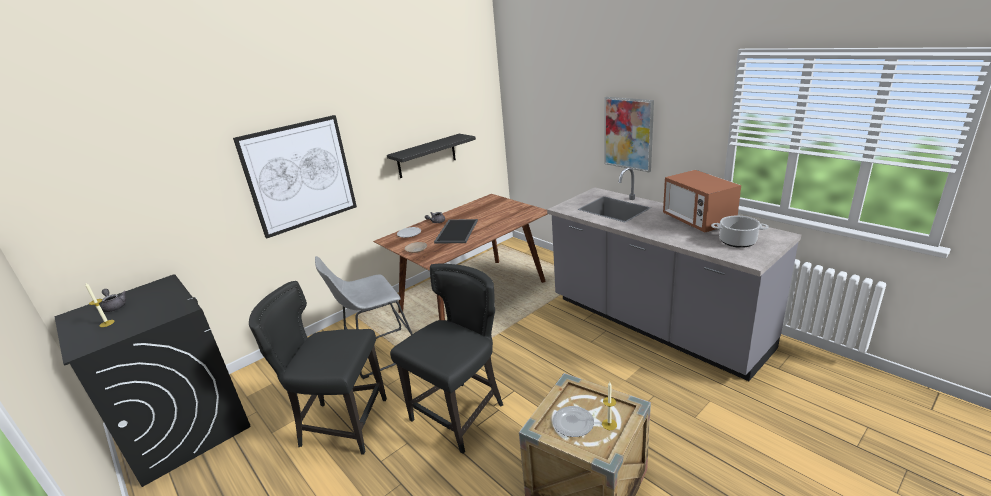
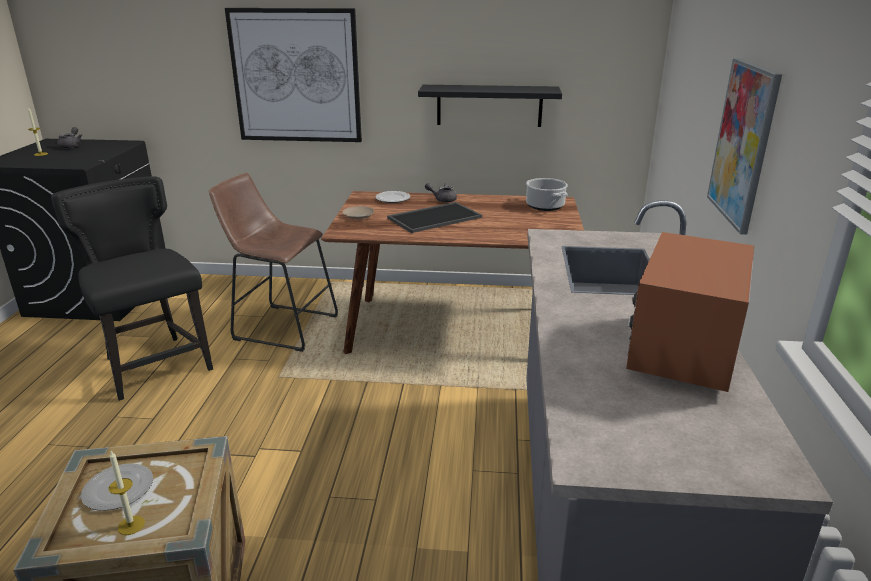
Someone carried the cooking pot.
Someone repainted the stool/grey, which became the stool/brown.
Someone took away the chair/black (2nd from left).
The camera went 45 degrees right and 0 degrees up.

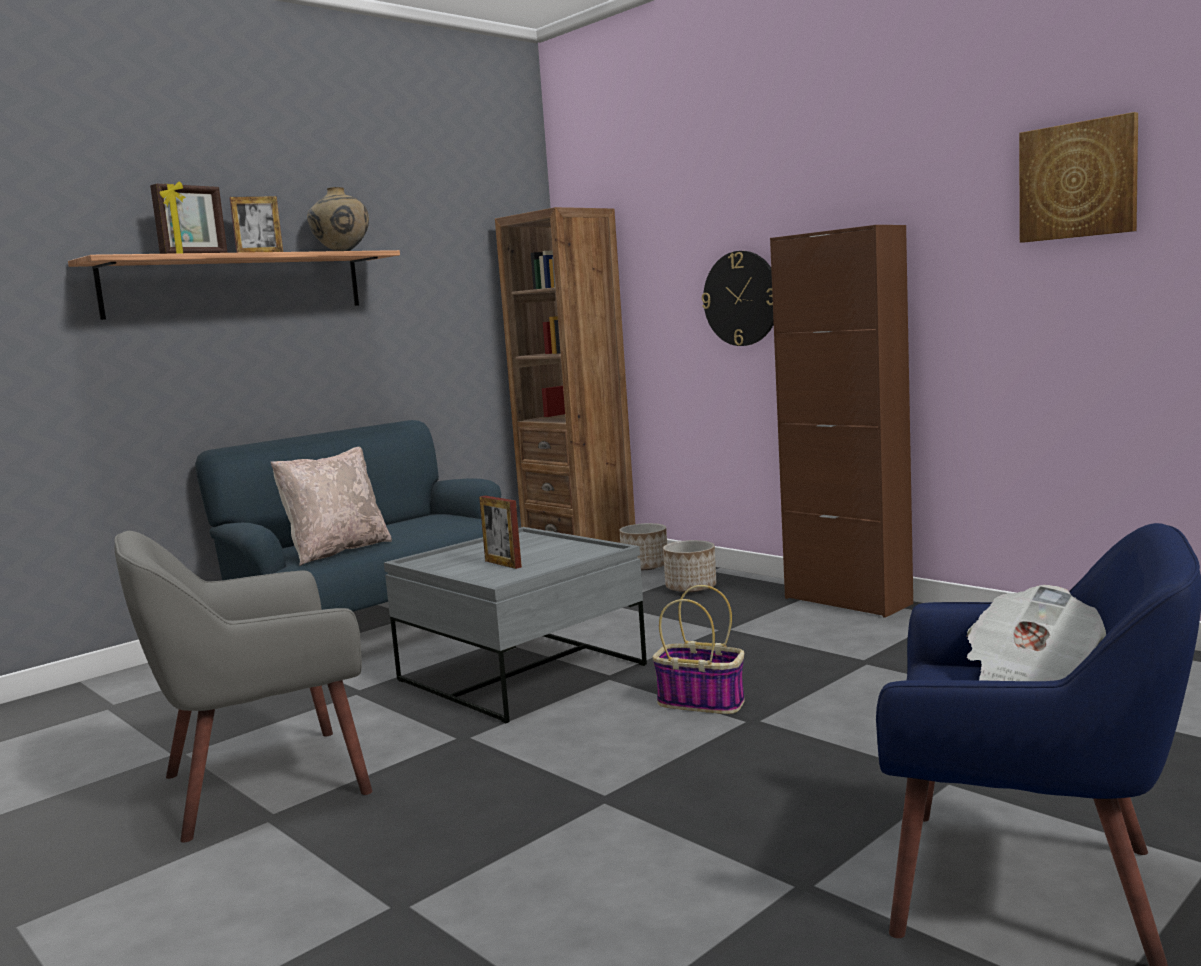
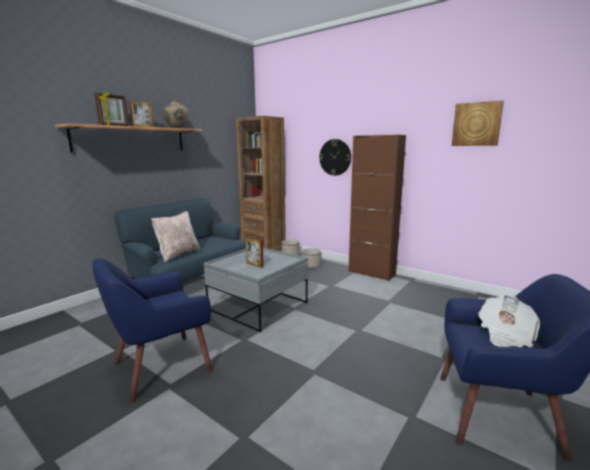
Someone repainted the armchair/grey, which became the armchair/blue (1st from left).
Someone took away the basket.
The camera went 10 degrees left and 5 degrees up.

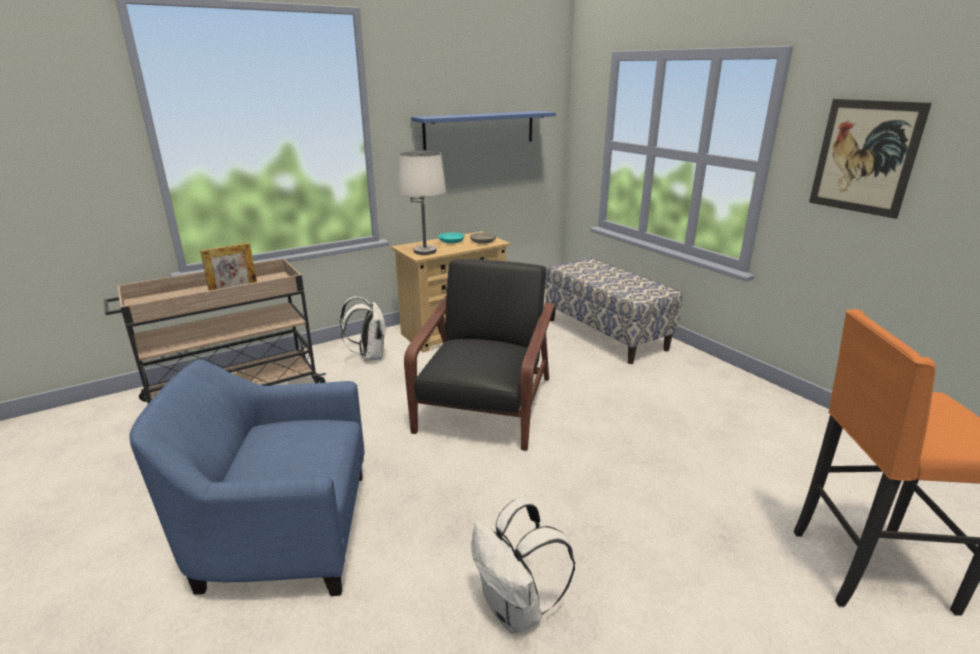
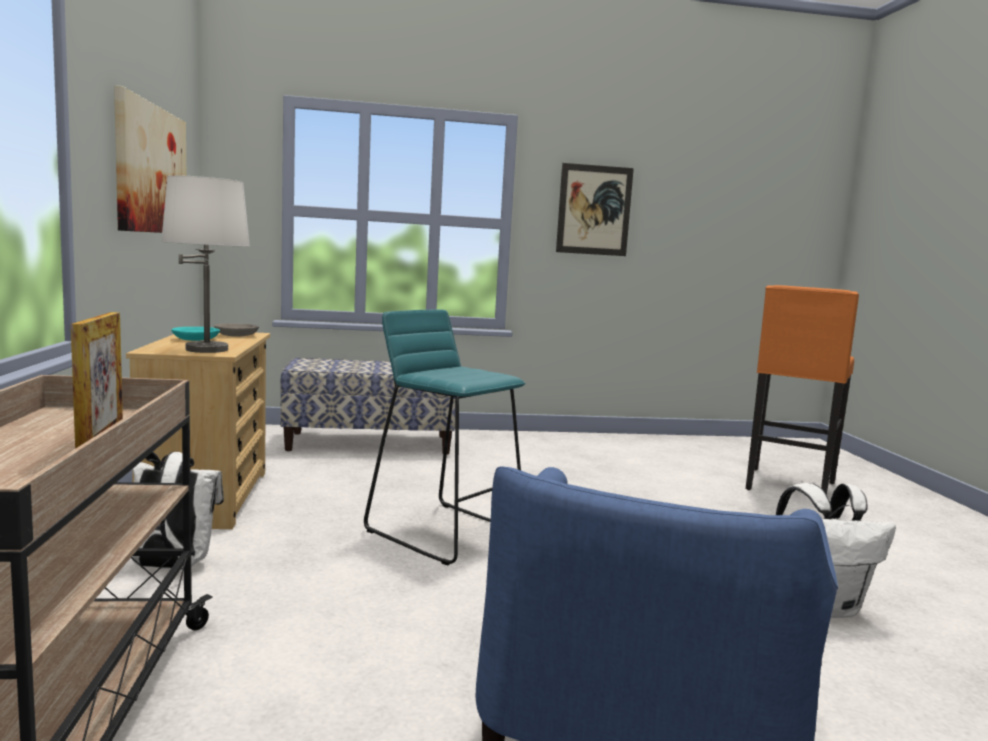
Someone swapped the shelf/blue for the picture (1st from left).
Someone swapped the armchair/black for the stool/turquoise.
The camera went 65 degrees left and 15 degrees down.

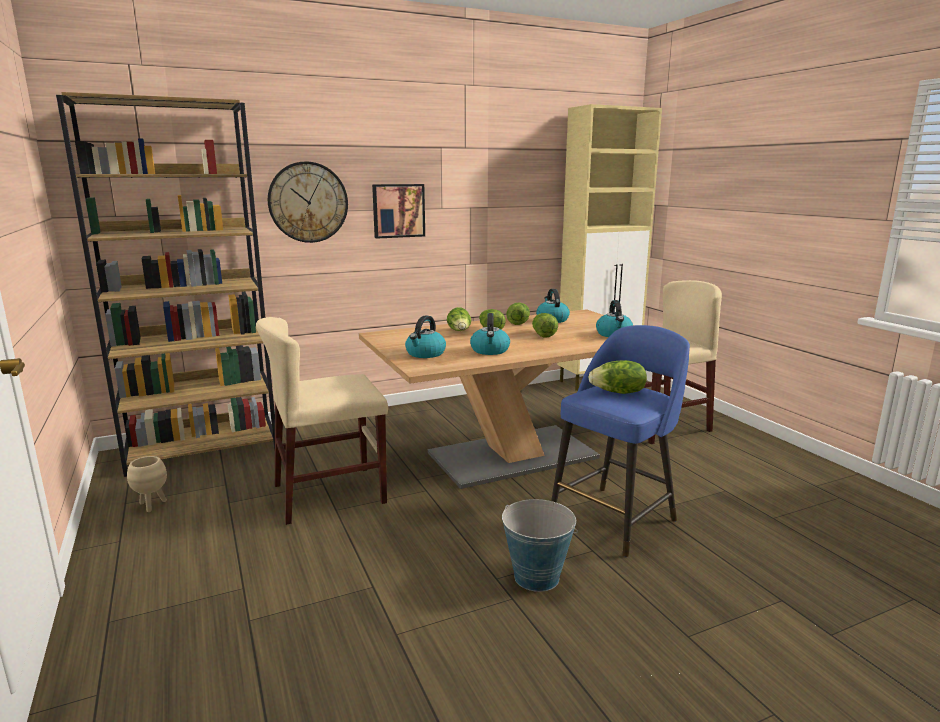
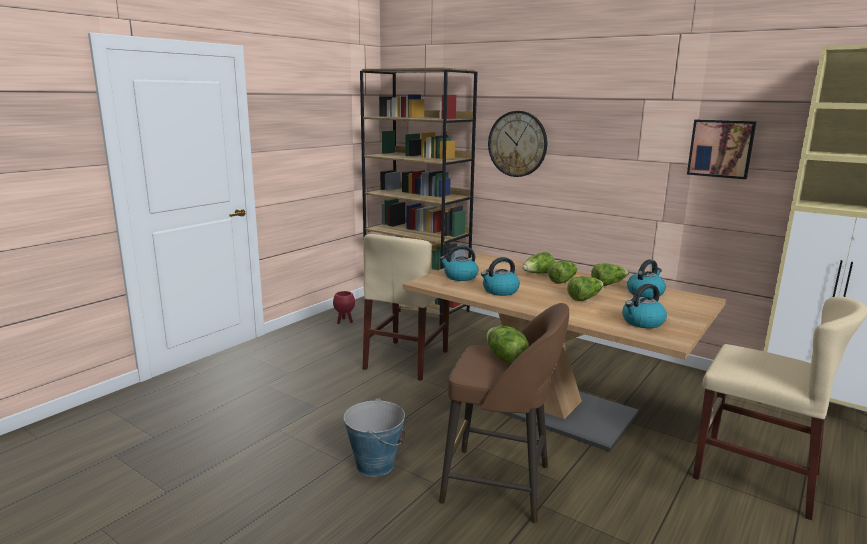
Someone carried the picture.
Someone rotated the chair/beige (1st from left) by 105 degrees counterclockwise.
Someone repainted the stool/blue, which became the stool/brown.
Someone repainted the planter/beige, which became the planter/red.
The camera went 60 degrees right and 0 degrees up.

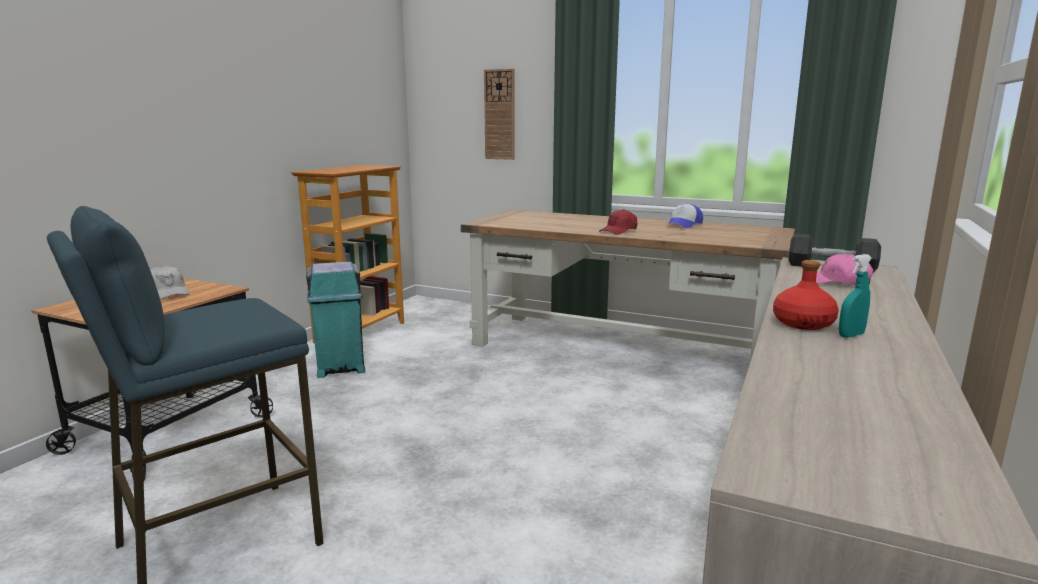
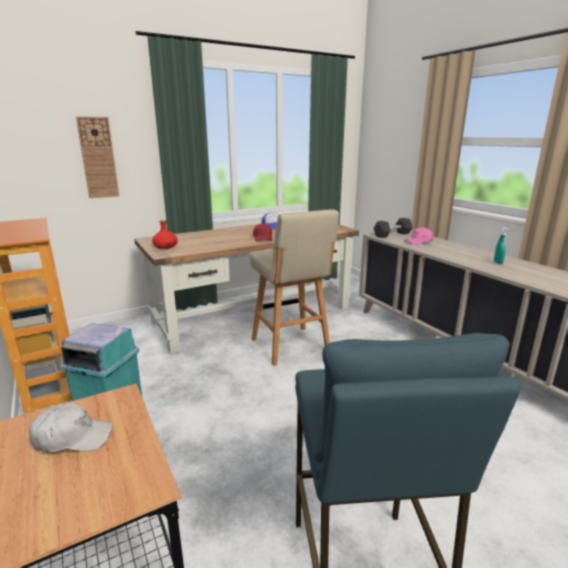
Someone carried the bottle/red.
Someone put down the stool/beige.
The camera went 55 degrees left and 5 degrees up.

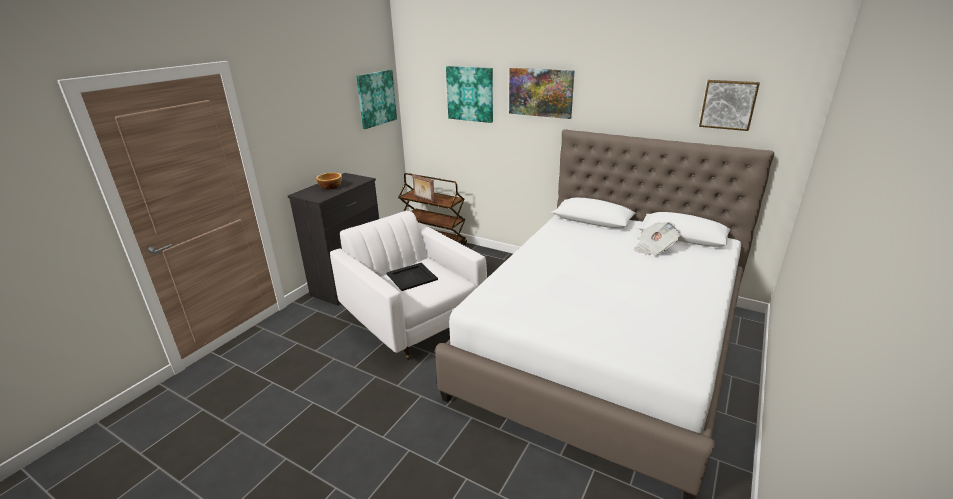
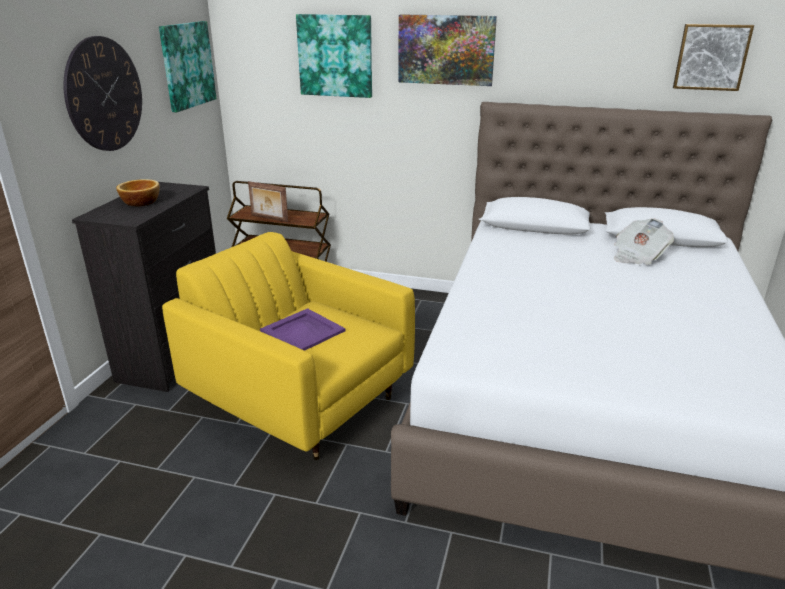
Someone repainted the armchair/white, which became the armchair/yellow.
Someone repainted the tray/black, which became the tray/purple.
Someone put up the wall clock.
The camera went 15 degrees left and 0 degrees up.

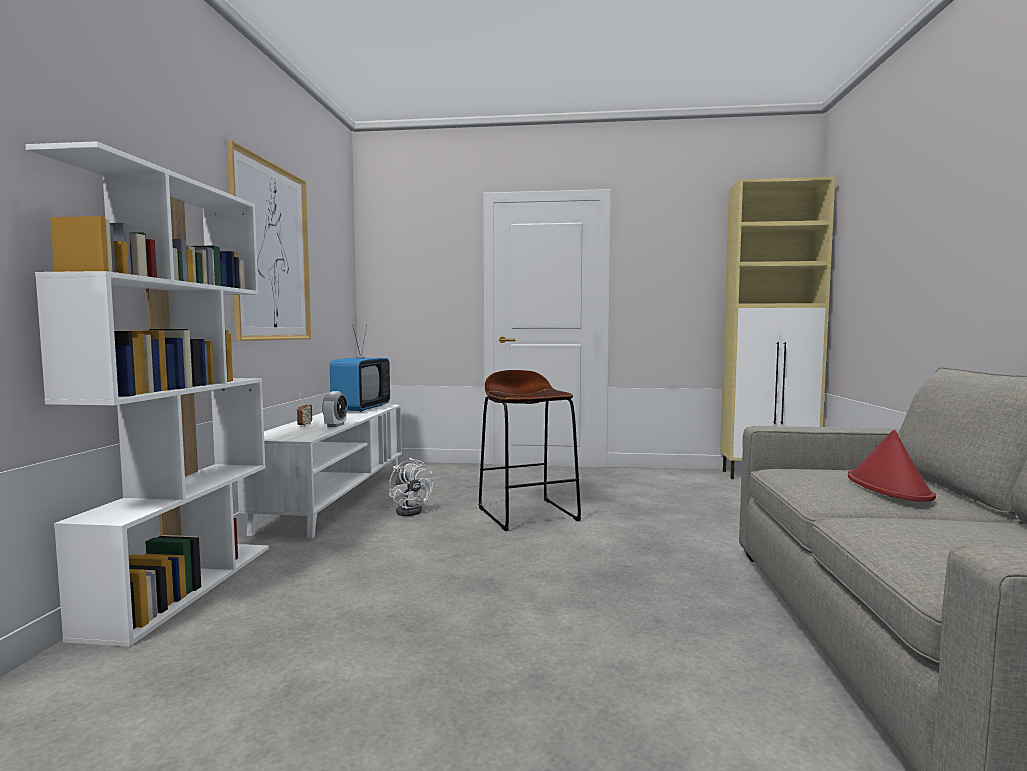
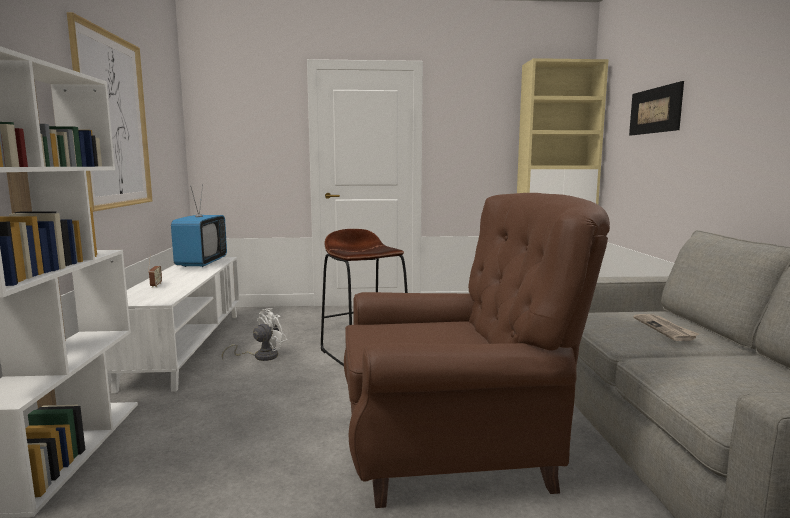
Someone took away the alarm clock.
Someone swapped the hat/red for the newspaper.
Someone rotated the fan/white by 90 degrees counterclockwise.
Someone put up the picture (2nd from left).
Someone put down the armchair/brown.
The camera went 10 degrees left and 5 degrees up.

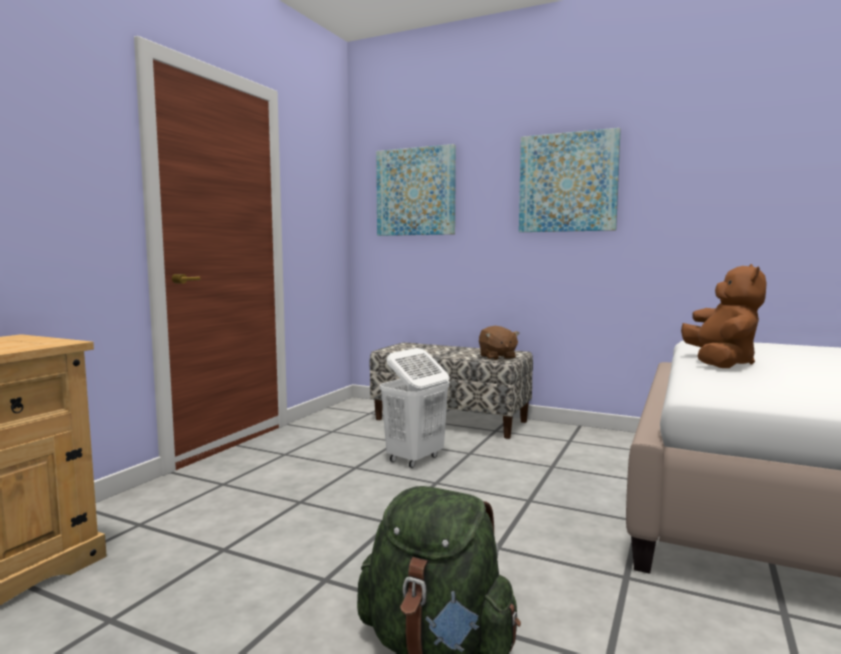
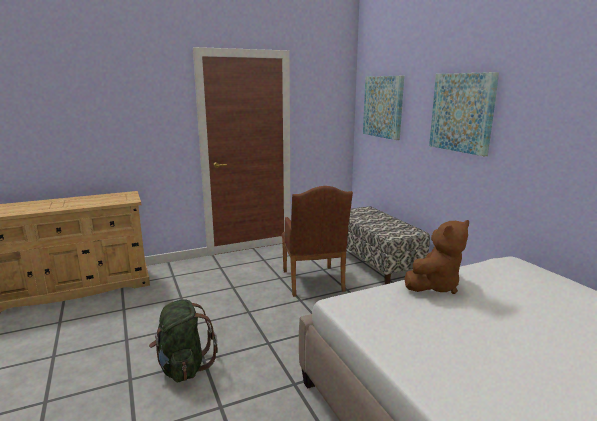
Someone took away the plush toy/brown (1st from left).
Someone swapped the laundry basket/white for the armchair/brown.
The camera went 40 degrees right and 10 degrees up.

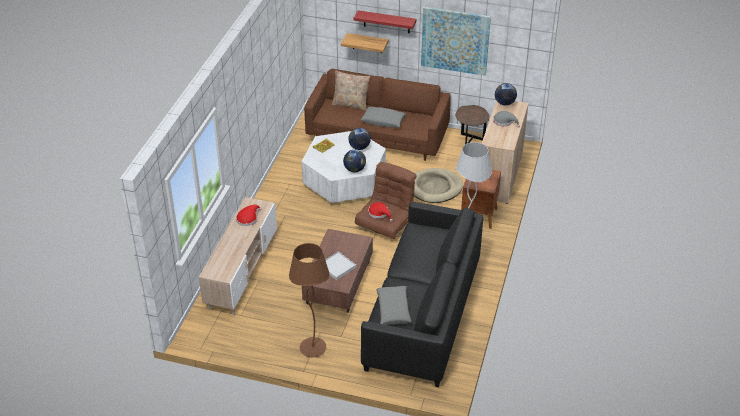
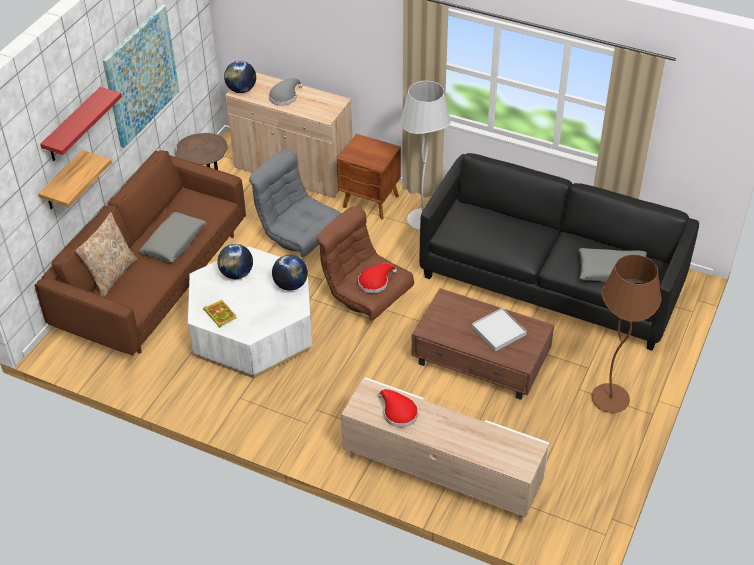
Someone swapped the dog bed/beige for the armchair/grey.
The camera went 80 degrees left and 5 degrees up.

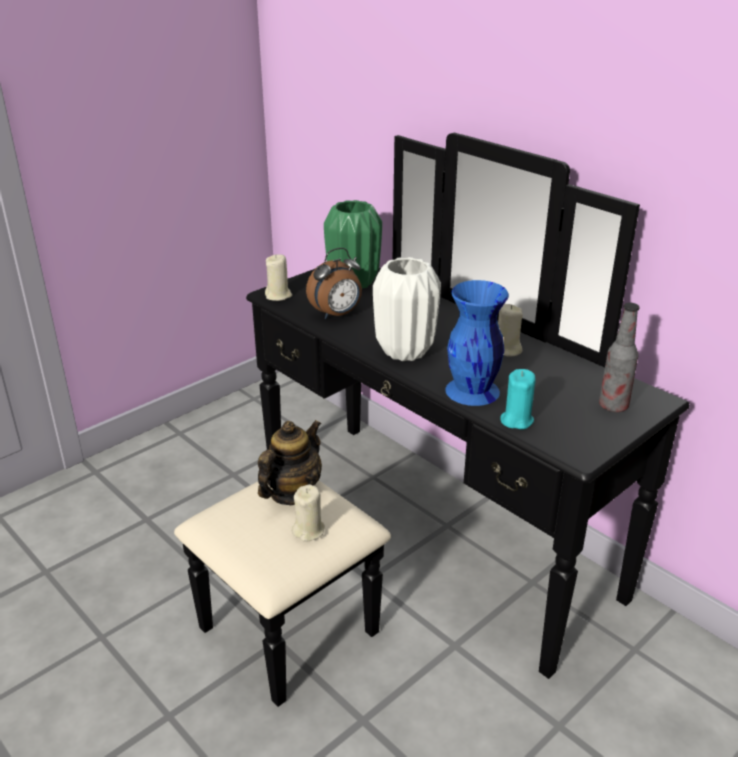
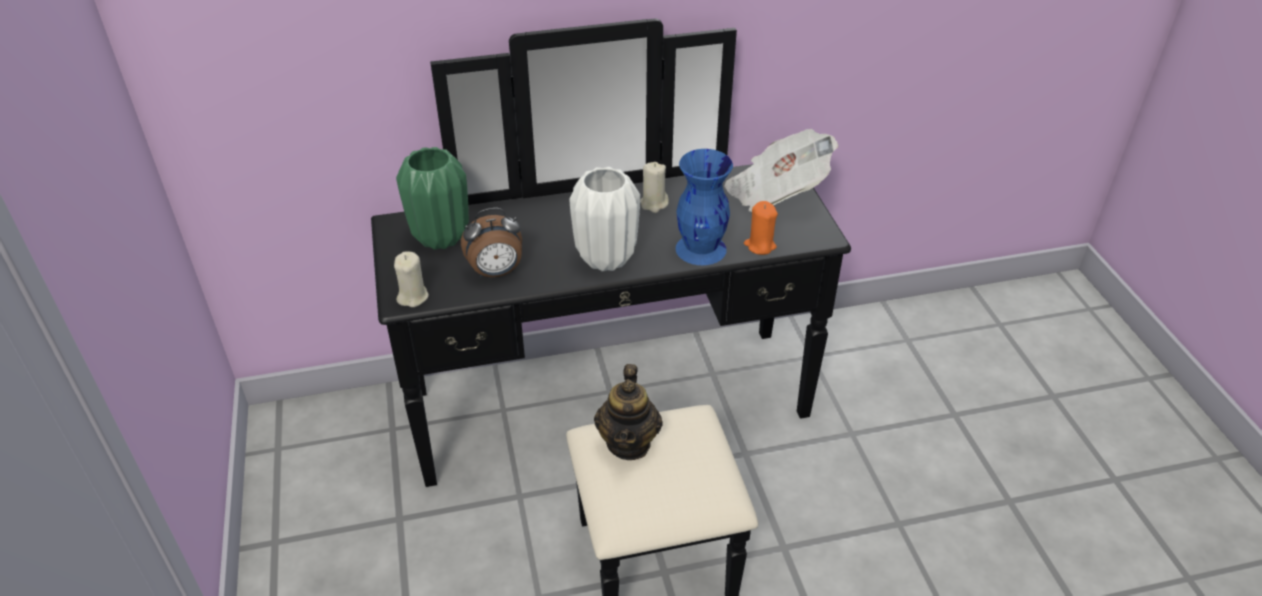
Someone rotated the alarm clock by 75 degrees clockwise.
Someone swapped the bottle for the newspaper.
Someone repainted the candle/turquoise, which became the candle/orange.
Someone rotated the teapot by 150 degrees counterclockwise.
Someone took away the candle/beige (2nd from left).
The camera went 60 degrees left and 10 degrees up.

